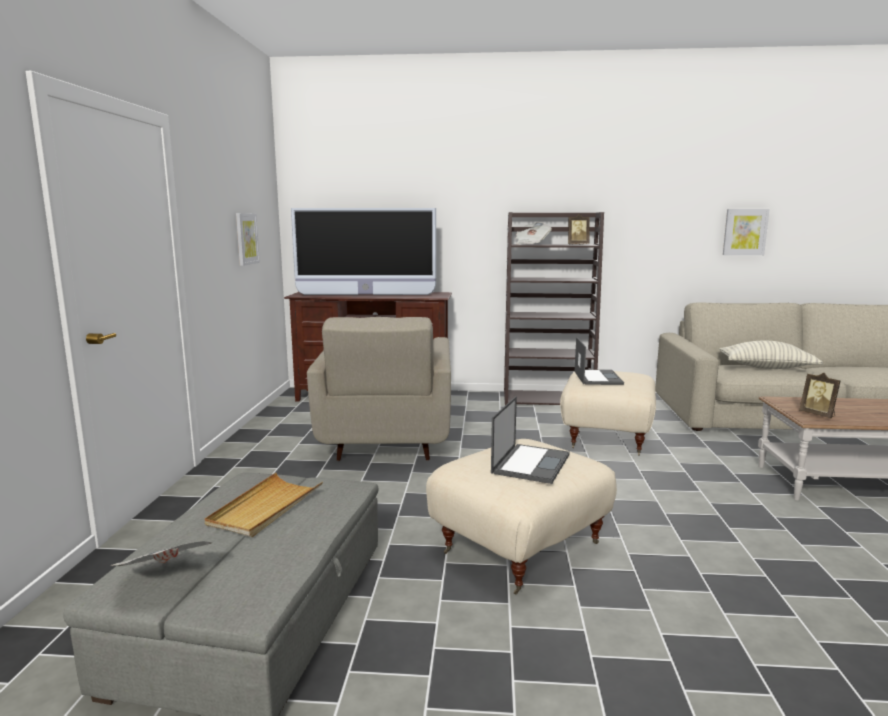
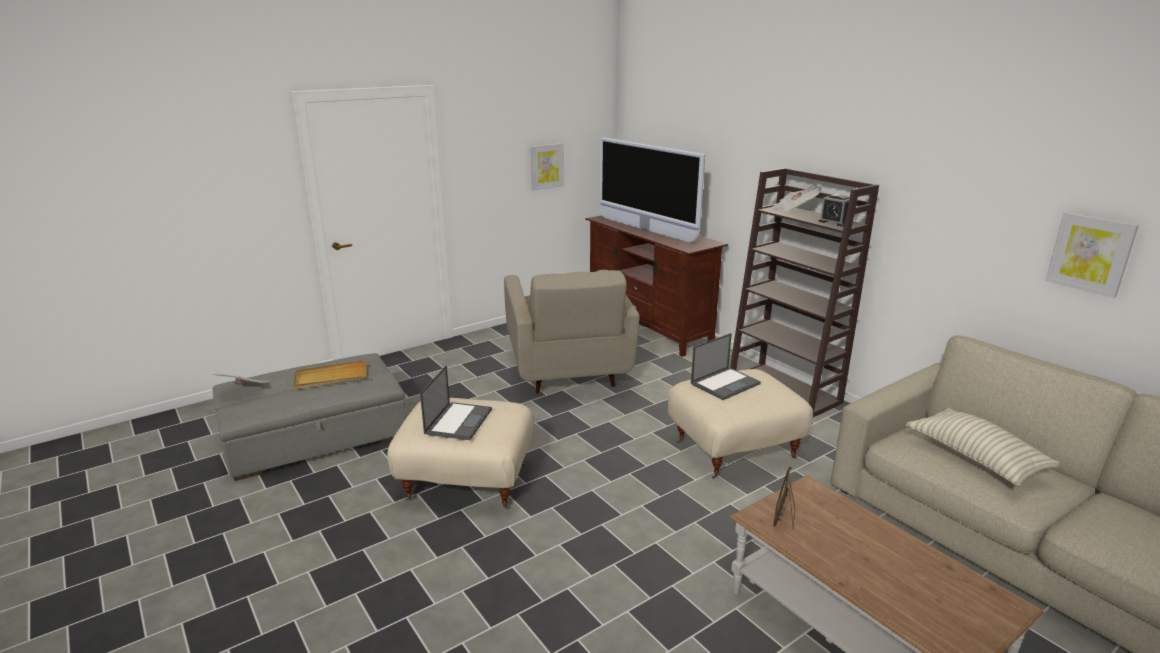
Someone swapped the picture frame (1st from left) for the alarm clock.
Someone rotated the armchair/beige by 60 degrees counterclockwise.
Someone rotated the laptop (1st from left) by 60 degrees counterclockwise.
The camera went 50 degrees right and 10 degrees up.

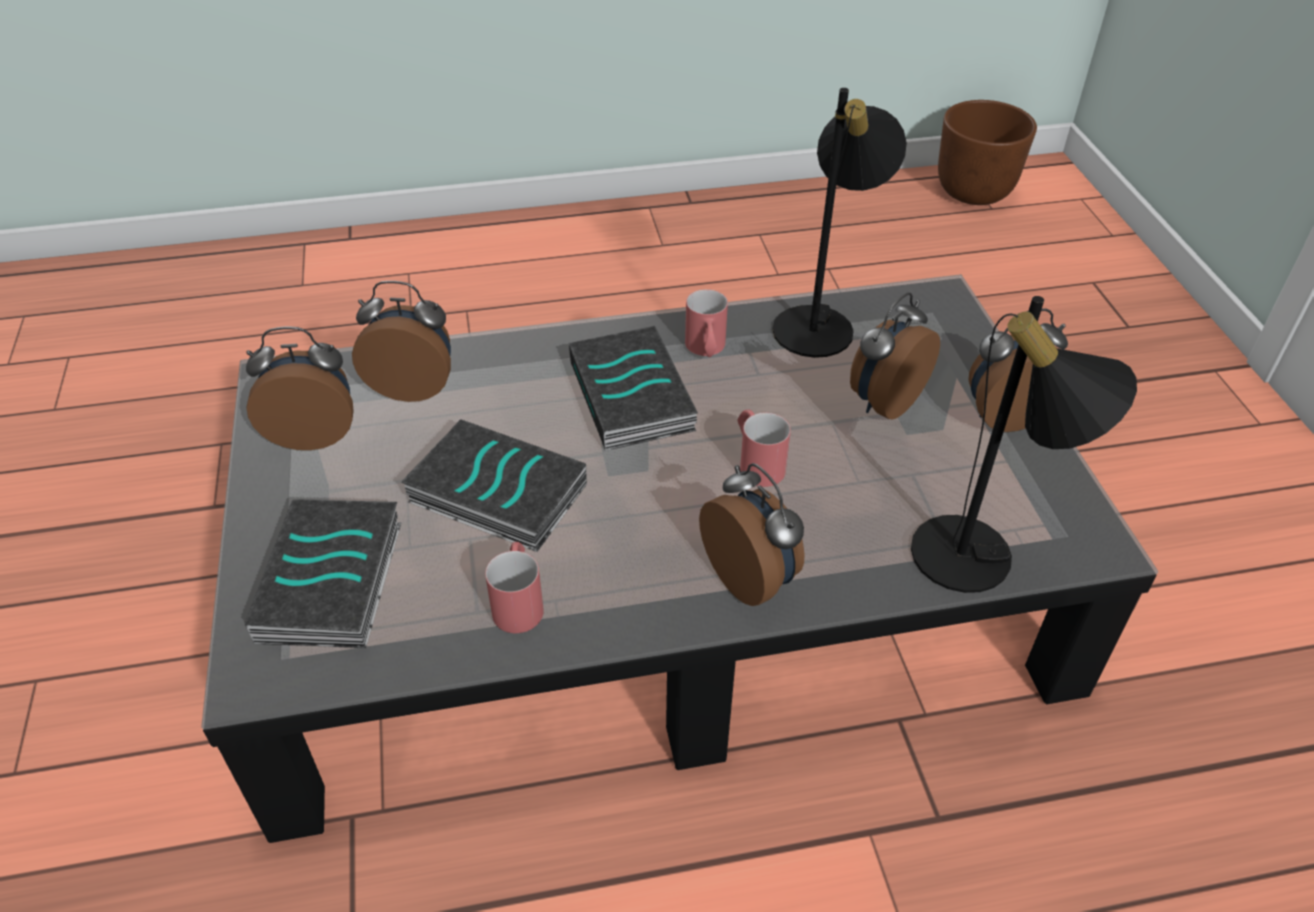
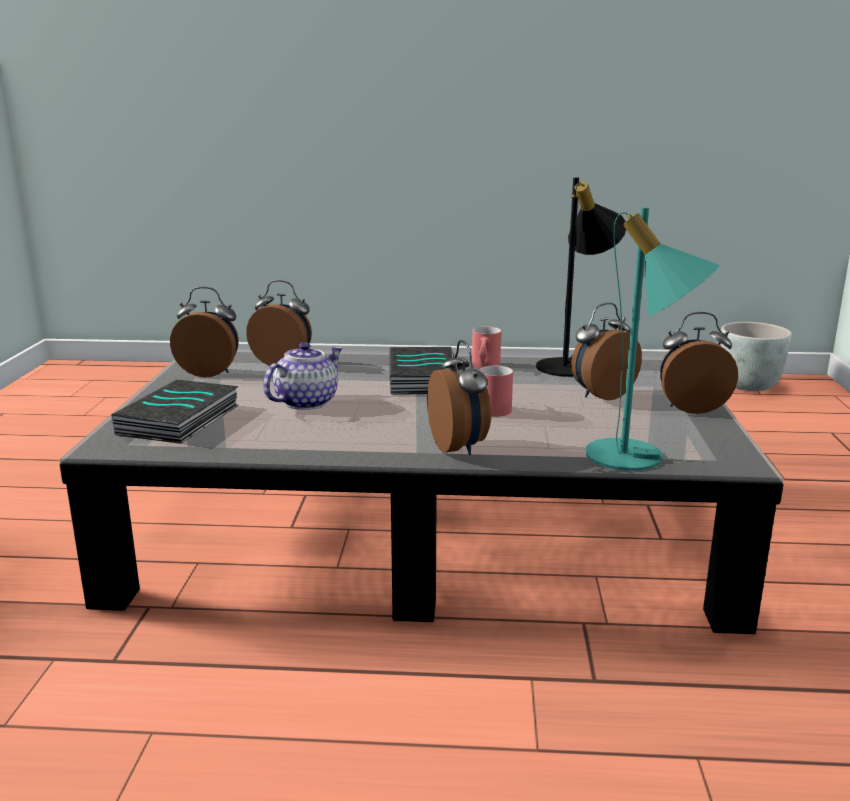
Someone repainted the planter/brown, which became the planter/grey.
Someone repainted the table lamp/black (2nd from left), which became the table lamp/turquoise.
Someone swapped the book (2nd from left) for the teapot.
Someone took away the mug/red (1st from left).
The camera went 15 degrees right and 25 degrees down.

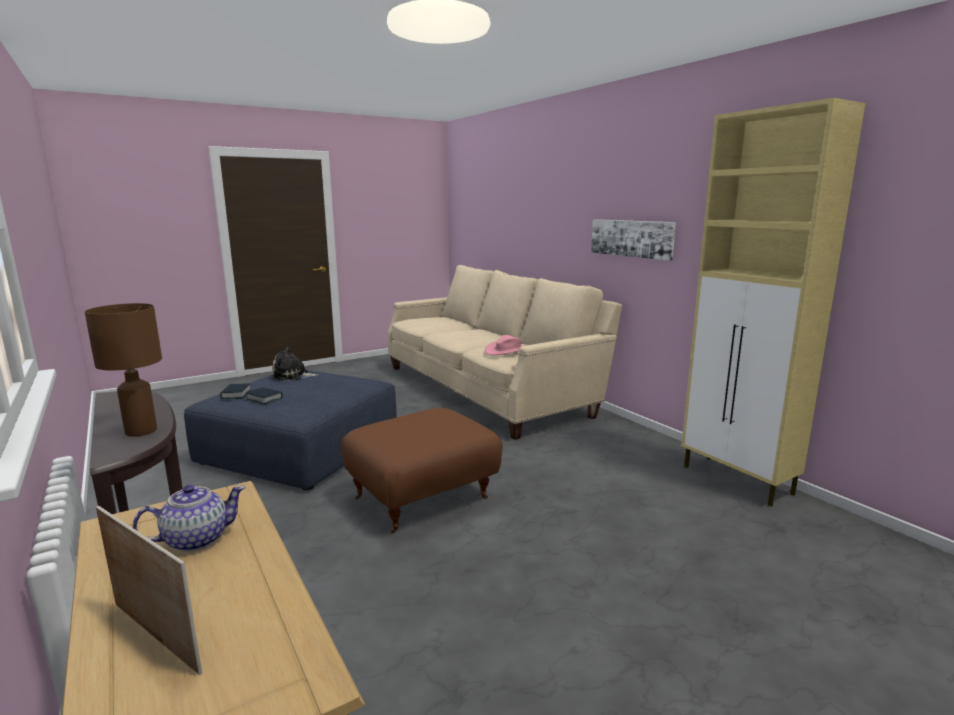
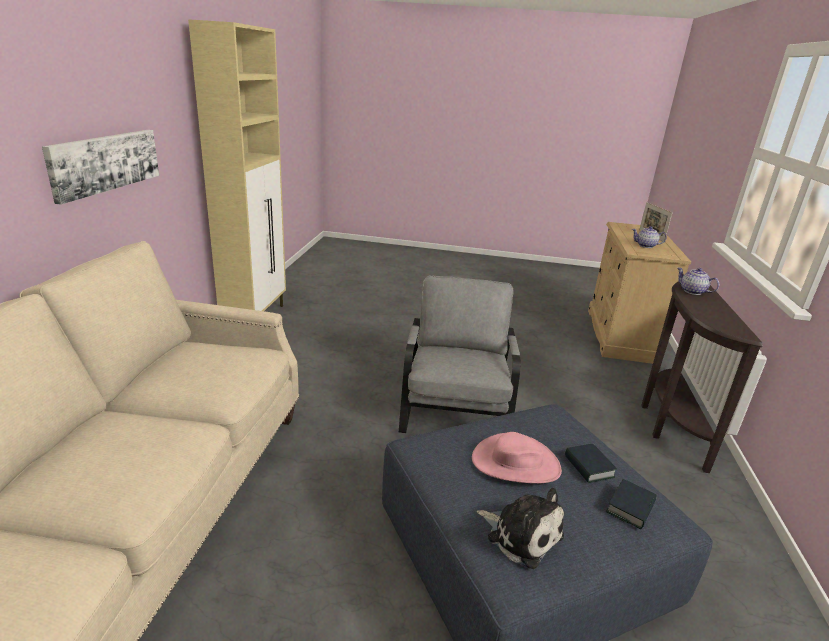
Someone swapped the table lamp/brown for the teapot (2nd from left).
Someone carried the hat/pink.
Someone swapped the ottoman/brown for the armchair/grey.
The camera went 140 degrees left and 10 degrees up.

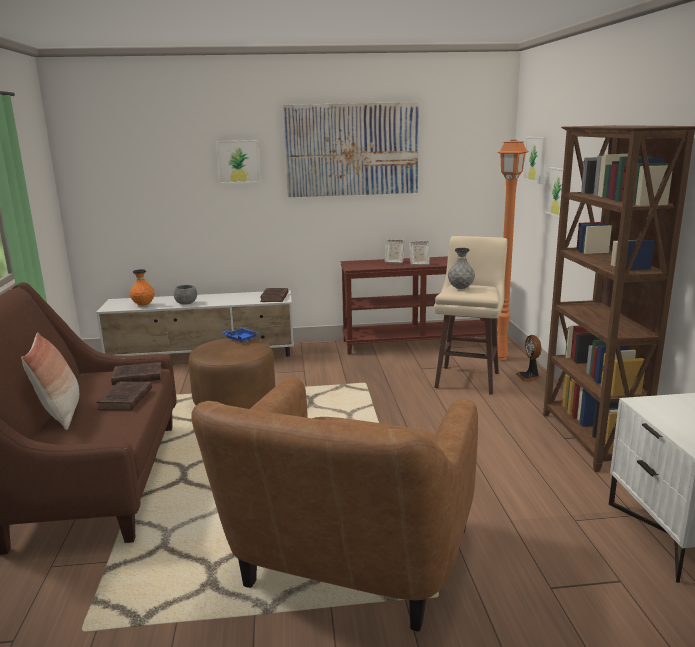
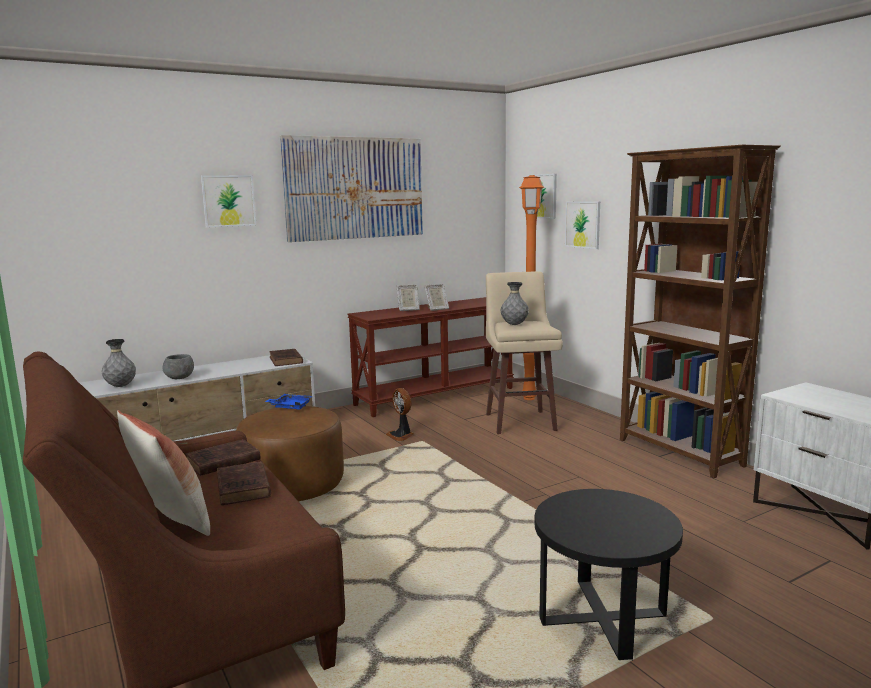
Someone repainted the vase/orange, which became the vase/grey (1st from left).
Someone carried the fan.
Someone swapped the armchair/brown for the side table/black.
The camera went 25 degrees left and 5 degrees down.

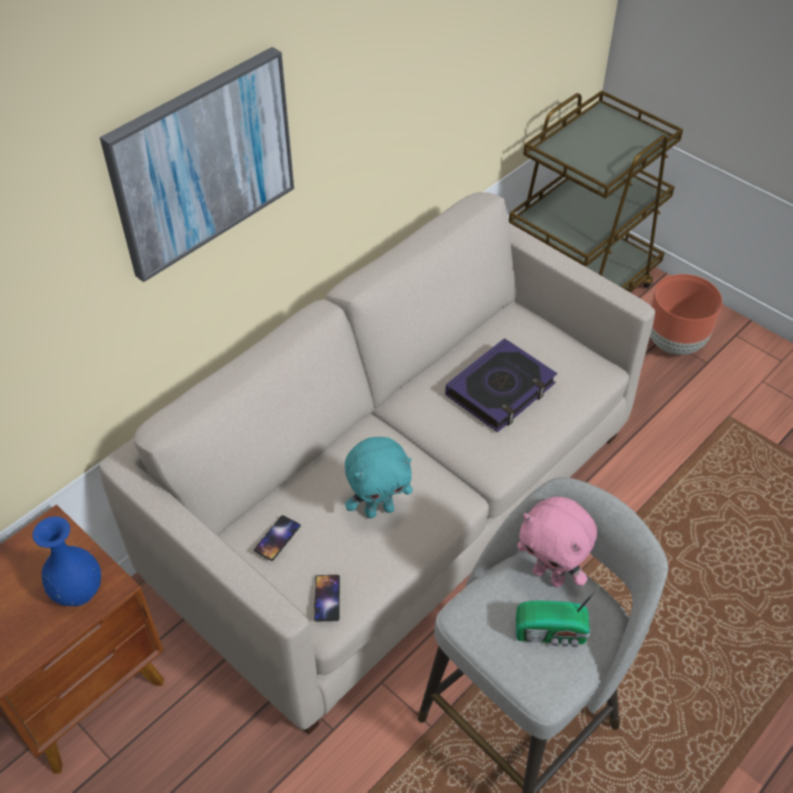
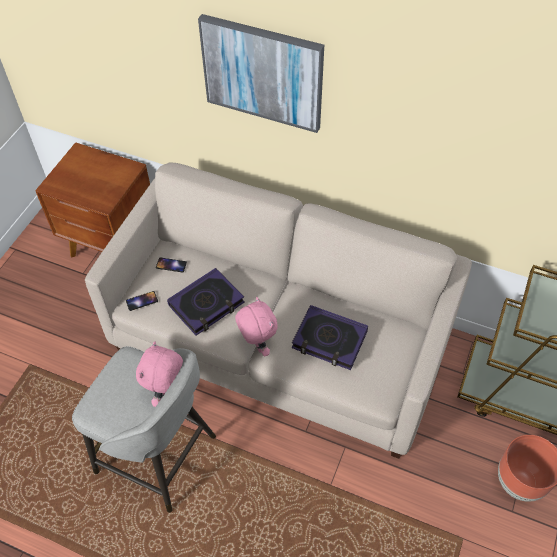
Someone swapped the plush toy/turquoise for the book (1st from left).
Someone took away the vase/blue.
Someone took away the radio.
Someone put down the plush toy/pink (2nd from left).
The camera went 70 degrees right and 5 degrees up.

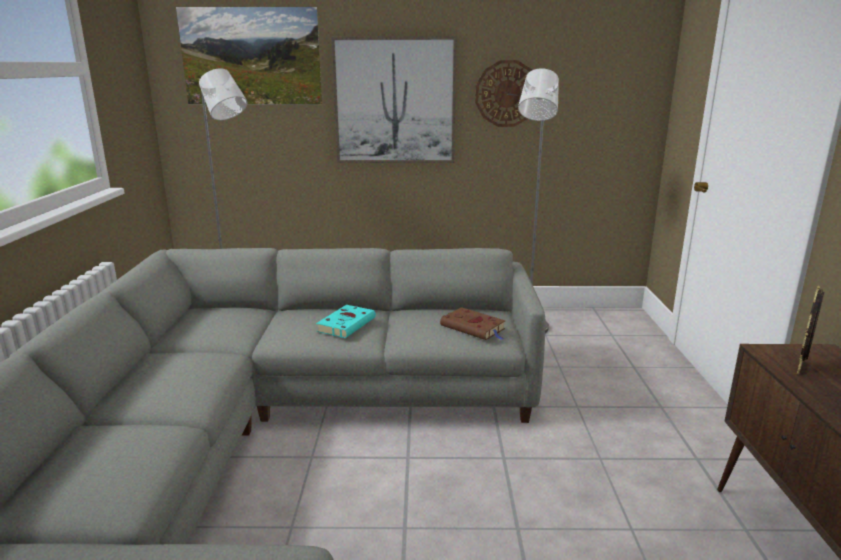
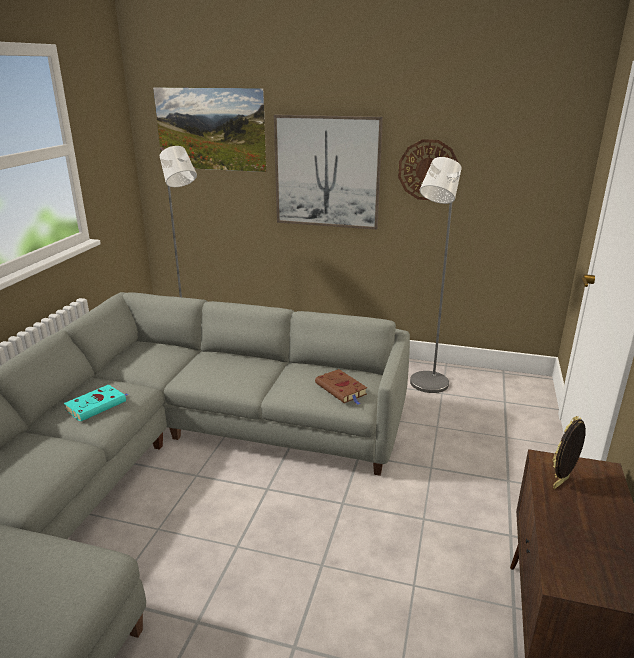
Someone carried the book/turquoise.
The camera went 15 degrees right and 5 degrees up.

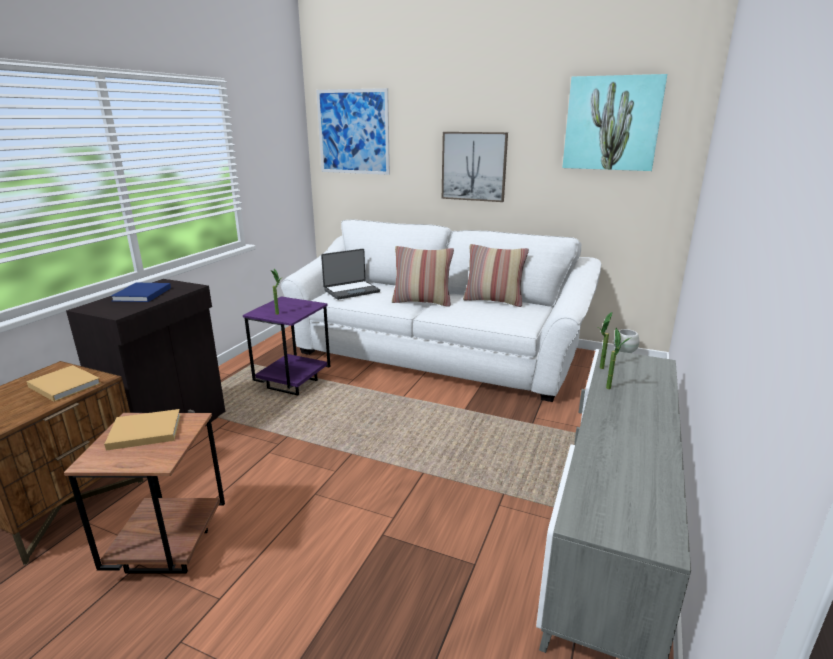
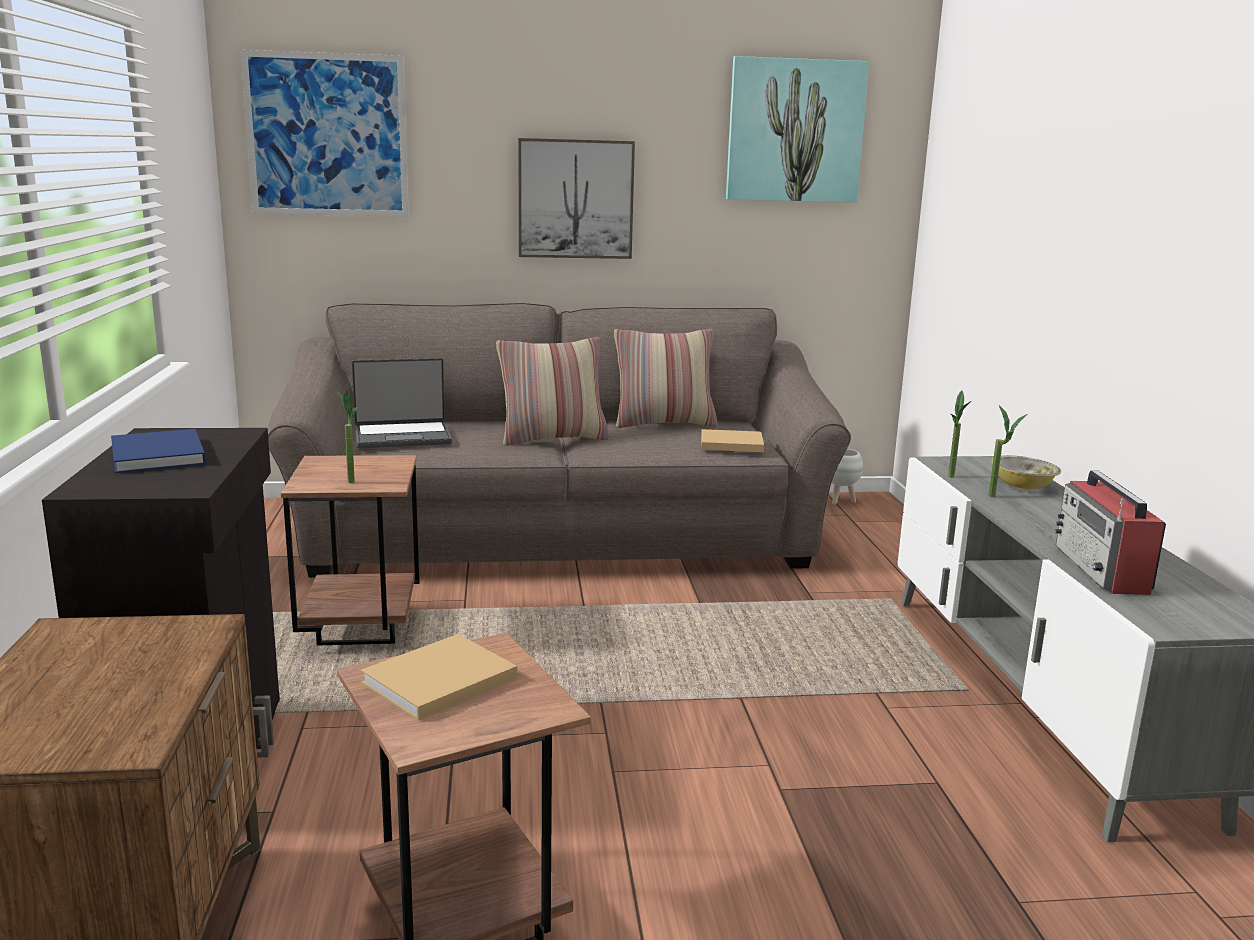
Someone repainted the sofa/white, which became the sofa/brown.
Someone rotated the laptop by 45 degrees clockwise.
Someone repainted the side table/purple, which became the side table/brown (1st from left).
Someone carried the book/beige (1st from left in the first image).
Someone put down the bowl.
Someone put down the radio.
The camera went 30 degrees left and 5 degrees down.

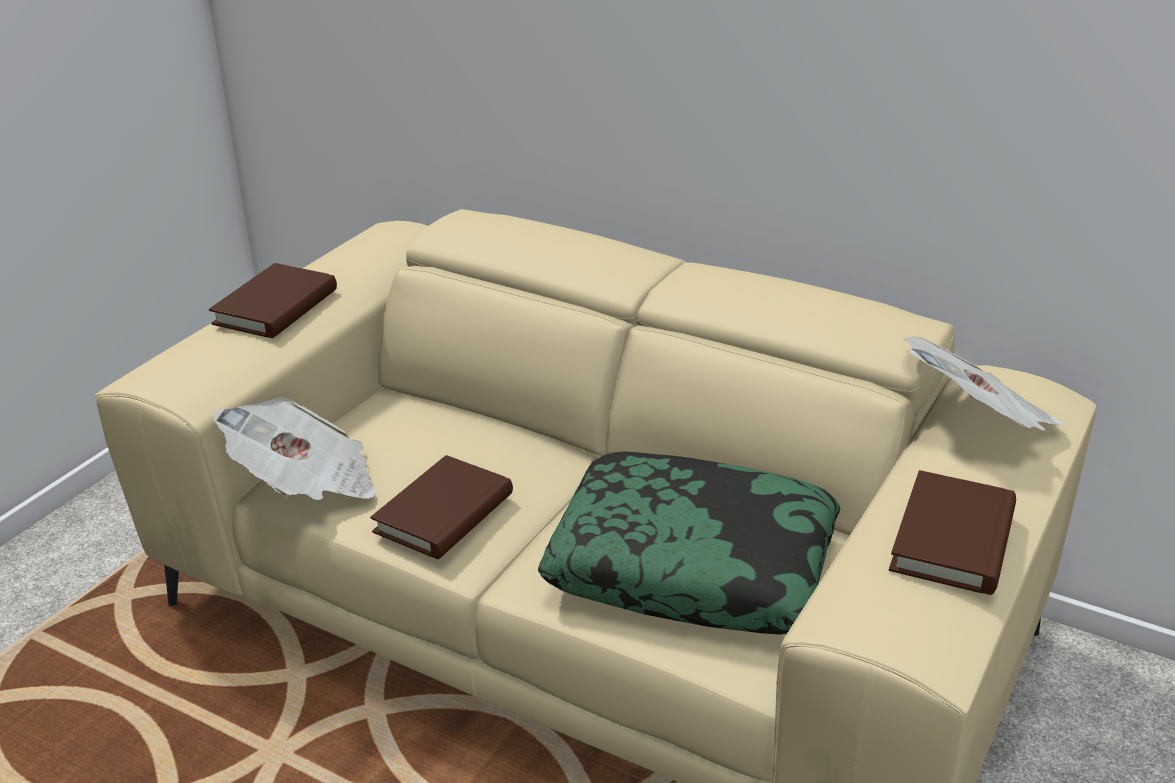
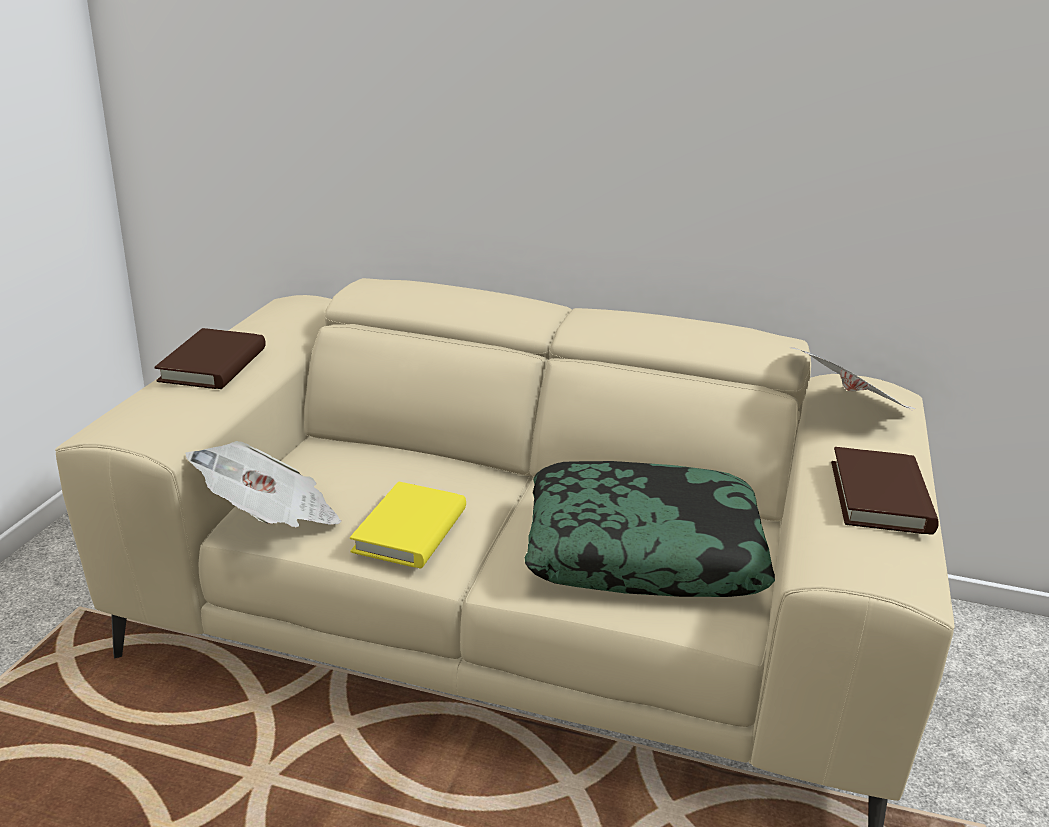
Someone repainted the book/brown (2nd from left), which became the book/yellow.
The camera went 15 degrees left and 5 degrees down.

